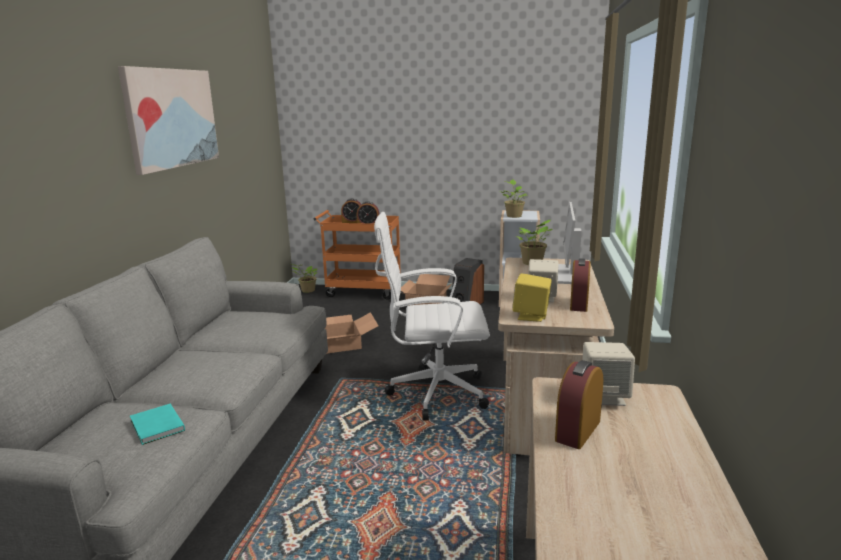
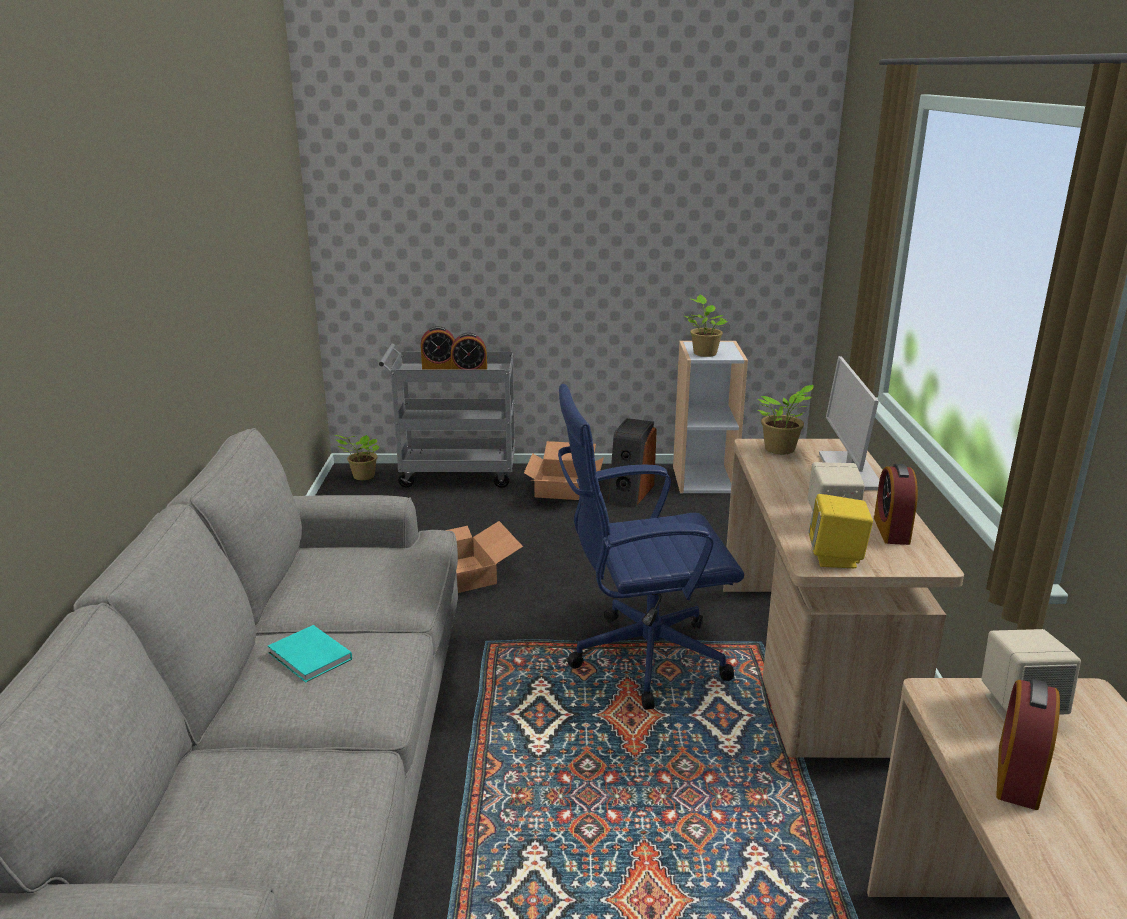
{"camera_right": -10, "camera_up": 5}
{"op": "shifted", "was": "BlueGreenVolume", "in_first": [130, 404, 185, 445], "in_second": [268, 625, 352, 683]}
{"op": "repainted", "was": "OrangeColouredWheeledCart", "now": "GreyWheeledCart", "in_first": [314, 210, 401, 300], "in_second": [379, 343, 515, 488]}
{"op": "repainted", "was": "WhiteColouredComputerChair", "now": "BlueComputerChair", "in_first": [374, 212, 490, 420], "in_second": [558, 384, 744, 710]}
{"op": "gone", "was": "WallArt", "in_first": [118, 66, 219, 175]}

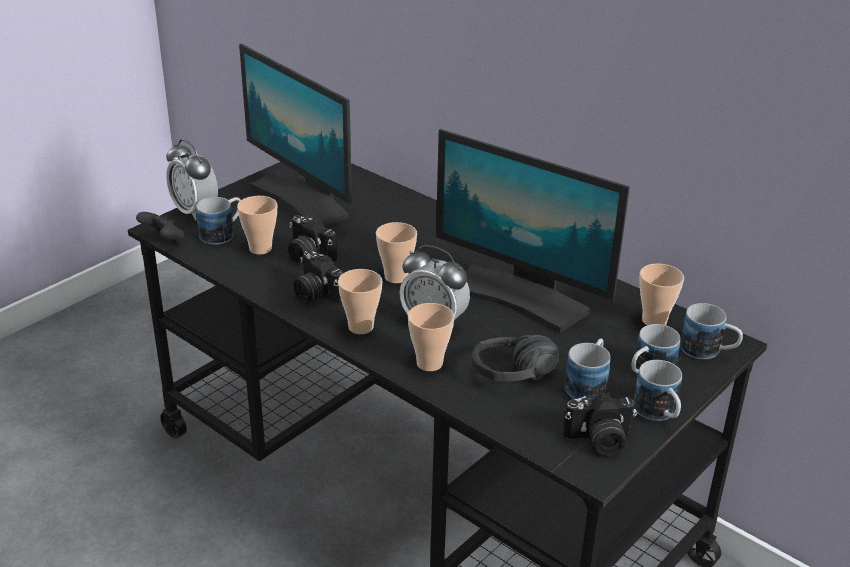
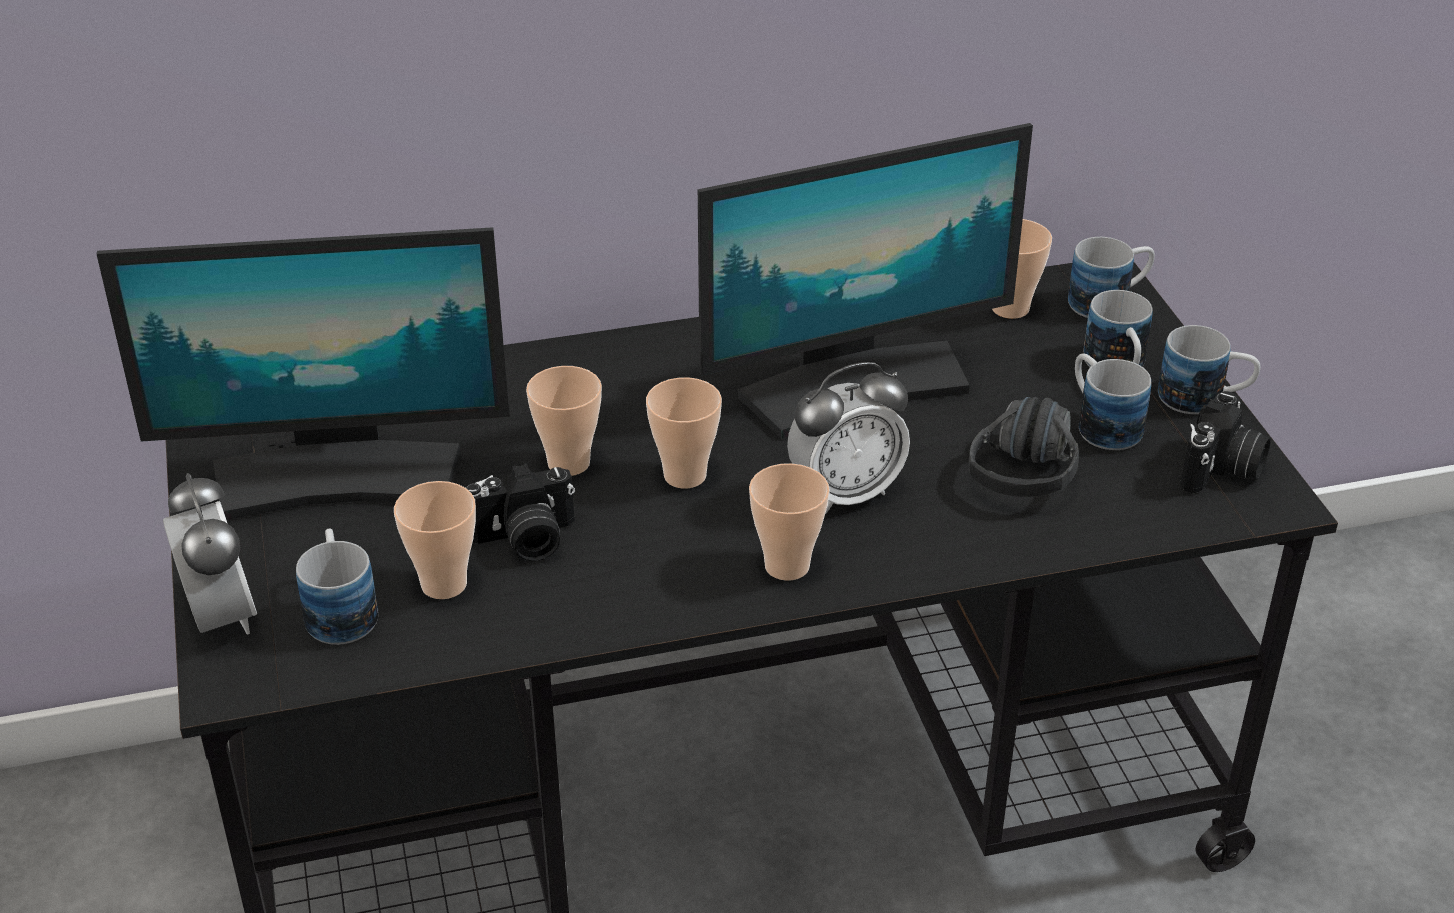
{"camera_right": -55, "camera_up": 5}
{"op": "rotated", "was": "TableClock", "in_first": [166, 139, 218, 221], "in_second": [163, 473, 257, 635], "clockwise": -105}
{"op": "shifted", "was": "SmallCup", "in_first": [408, 303, 454, 371], "in_second": [526, 366, 602, 476]}
{"op": "gone", "was": "BlackColouredJoypad", "in_first": [136, 212, 185, 245]}
{"op": "gone", "was": "StillCamera", "in_first": [294, 250, 343, 303]}

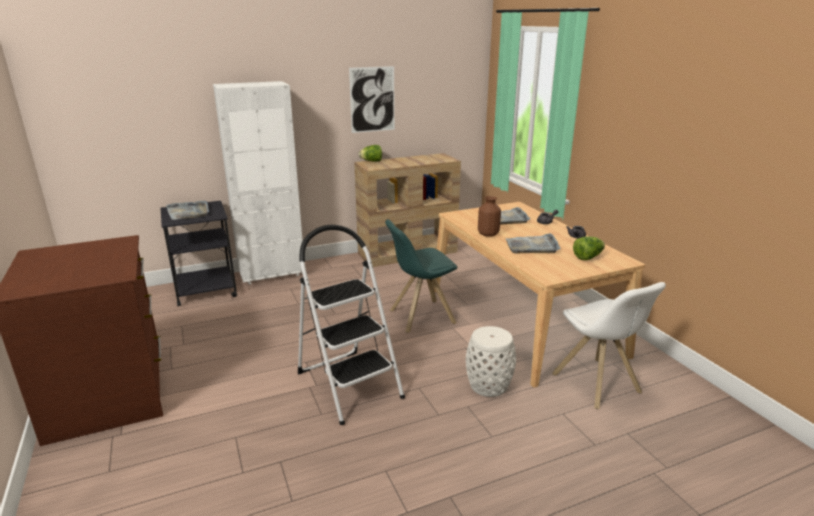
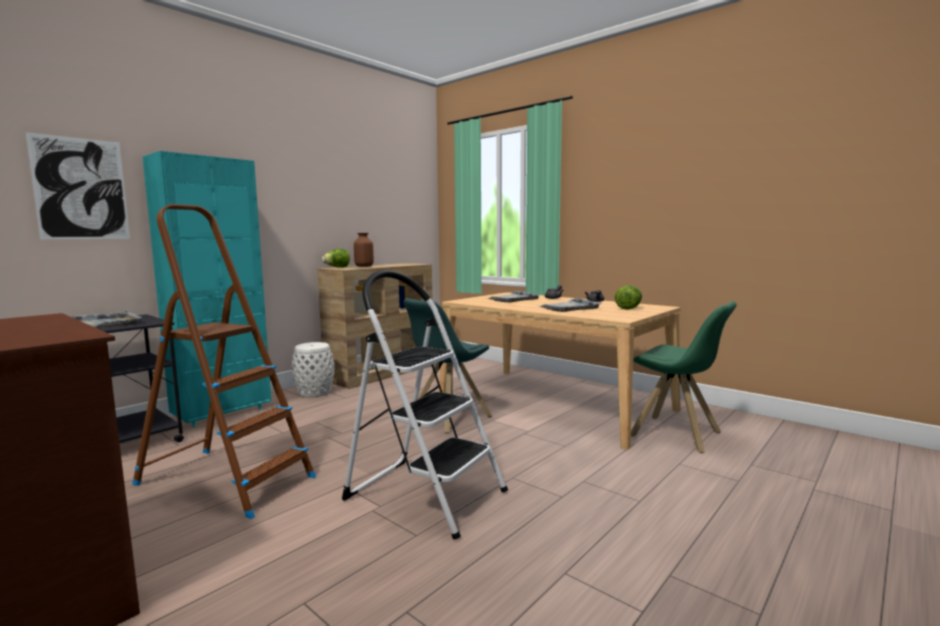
{"camera_right": -25, "camera_up": -15}
{"op": "shifted", "was": "WallArt", "in_first": [349, 66, 395, 133], "in_second": [26, 132, 130, 239]}
{"op": "new", "now": "BrownStepStool", "in_second": [132, 204, 316, 519]}
{"op": "repainted", "was": "WhiteColouredStorageCabinet", "now": "BlueGreenStorageCabinet", "in_first": [213, 81, 303, 284], "in_second": [142, 151, 271, 427]}
{"op": "shifted", "was": "WhiteColouredStool", "in_first": [466, 326, 516, 397], "in_second": [292, 342, 335, 397]}
{"op": "shifted", "was": "BrownDecorativeVase", "in_first": [478, 196, 501, 237], "in_second": [354, 233, 374, 267]}
{"op": "repainted", "was": "WhiteColouredUprightChair", "now": "GreenUprightChair", "in_first": [552, 282, 666, 409], "in_second": [631, 301, 737, 453]}

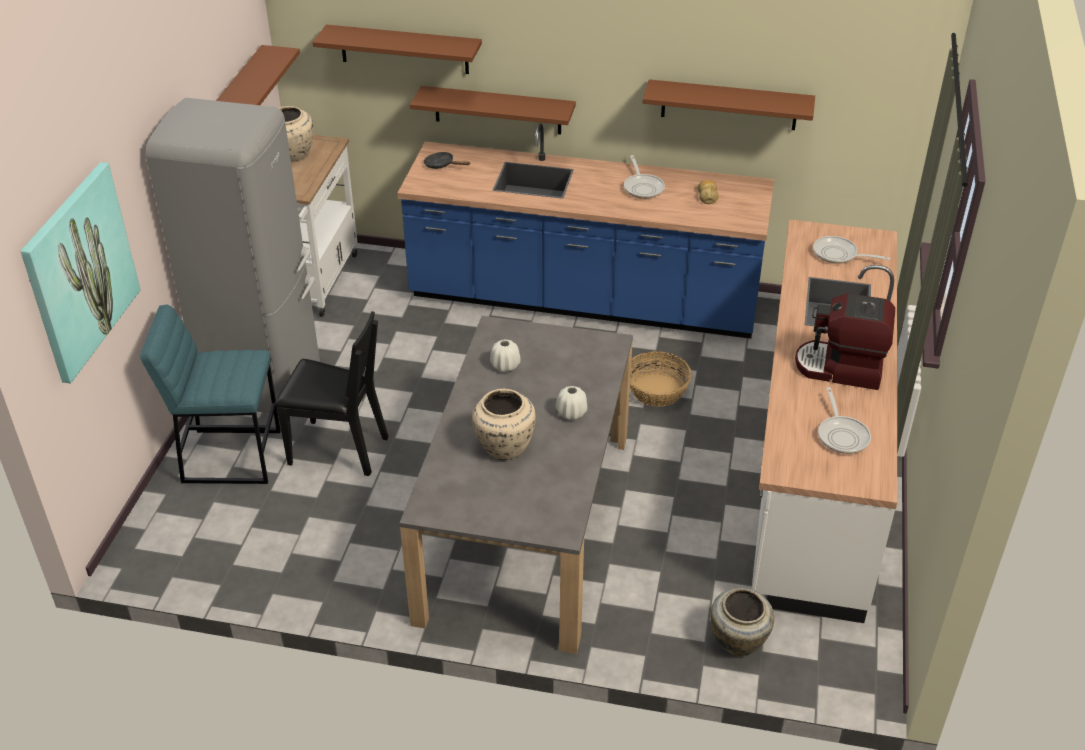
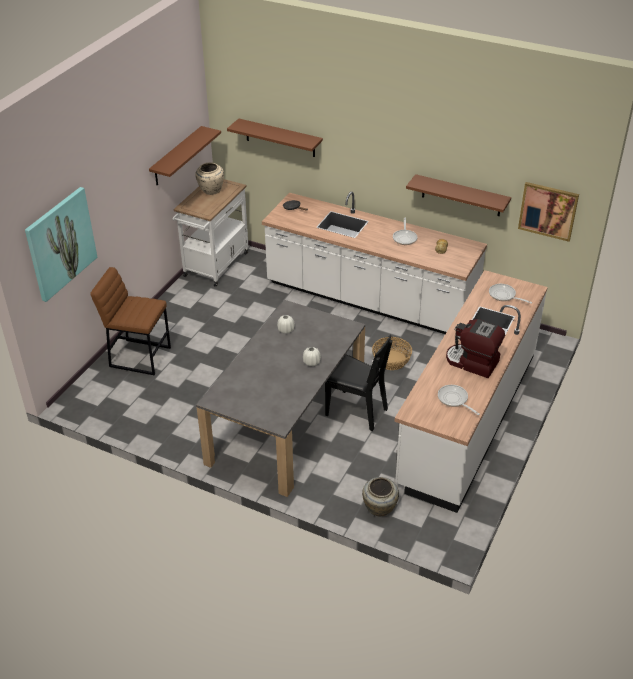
{"camera_right": 15, "camera_up": 0}
{"op": "repainted", "was": "BlueStool", "now": "BrownStool", "in_first": [140, 304, 281, 484], "in_second": [90, 267, 171, 375]}
{"op": "repainted", "was": "BlueCounter", "now": "WhiteColouredCounter", "in_first": [397, 124, 774, 339], "in_second": [262, 192, 487, 334]}
{"op": "shifted", "was": "BlackColouredUprightChair", "in_first": [274, 311, 389, 476], "in_second": [325, 335, 393, 431]}
{"op": "rotated", "was": "Skillet", "in_first": [818, 387, 871, 454], "in_second": [438, 385, 480, 415], "clockwise": 135}
{"op": "new", "now": "WallArt", "in_second": [518, 182, 579, 242]}
{"op": "gone", "was": "GreyKitchenFridge", "in_first": [146, 98, 320, 413]}
{"op": "gone", "was": "BrownBracketShelf", "in_first": [410, 86, 576, 134]}
{"op": "gone", "was": "BeigeColouredDecorativeVase", "in_first": [472, 389, 536, 460]}

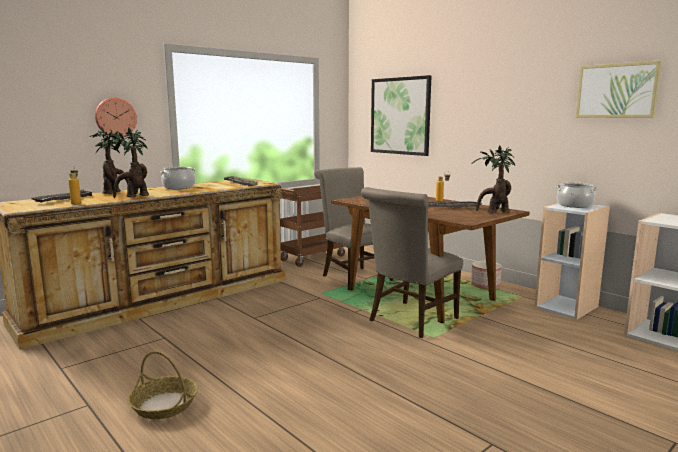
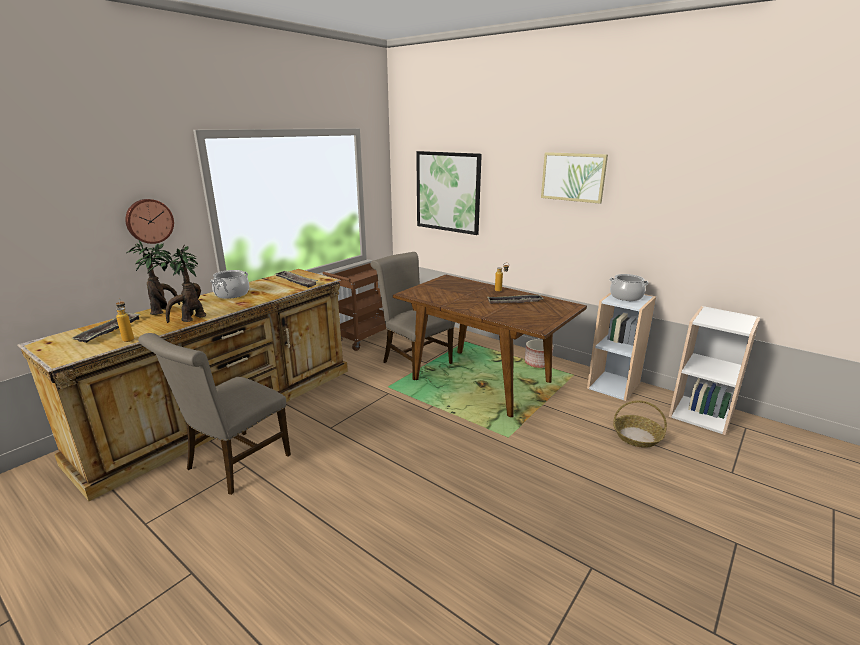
{"camera_right": -10, "camera_up": 10}
{"op": "shifted", "was": "BeigeColouredUprightChair", "in_first": [361, 187, 463, 338], "in_second": [138, 333, 291, 495]}
{"op": "shifted", "was": "WallArt", "in_first": [575, 61, 662, 118], "in_second": [541, 152, 608, 204]}
{"op": "shifted", "was": "HouseholdBasket", "in_first": [127, 351, 198, 419], "in_second": [613, 400, 667, 448]}
{"op": "gone", "was": "Houseplant", "in_first": [473, 145, 515, 212]}

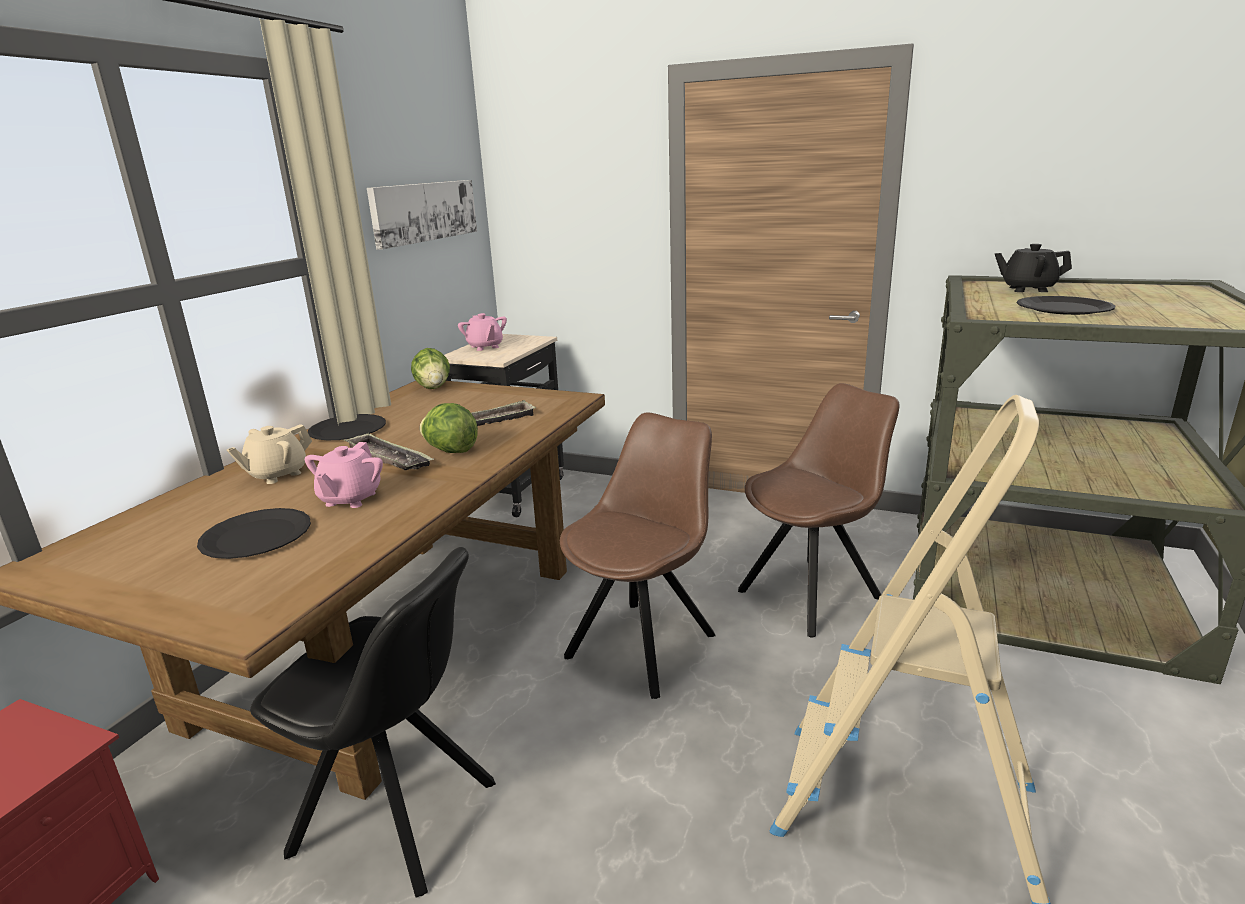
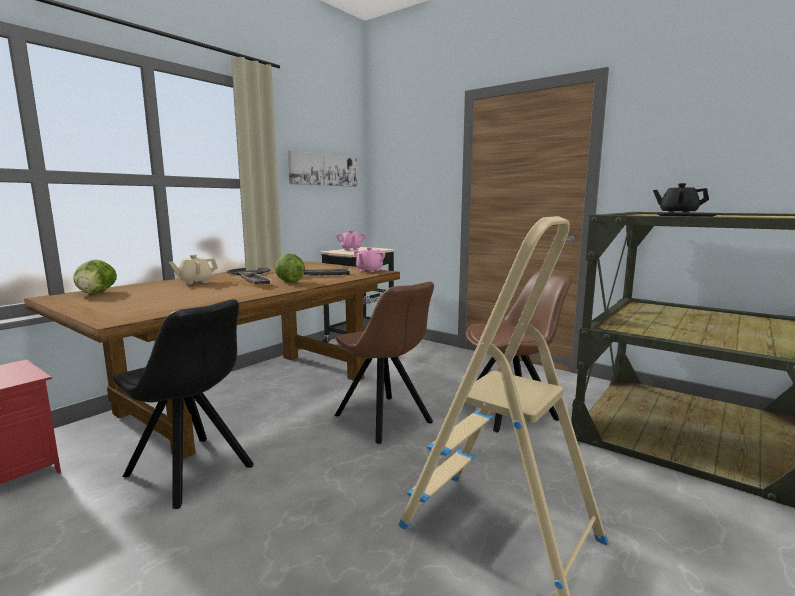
{"camera_right": 15, "camera_up": -10}
{"op": "shifted", "was": "HeadOfLettuce", "in_first": [411, 348, 450, 389], "in_second": [73, 259, 117, 294]}
{"op": "rotated", "was": "BrownUprightChair", "in_first": [560, 412, 716, 699], "in_second": [334, 282, 434, 444], "clockwise": 90}
{"op": "shifted", "was": "PinkishPotForTea", "in_first": [305, 442, 383, 508], "in_second": [354, 247, 385, 272]}
{"op": "gone", "was": "BlackColouredPlate", "in_first": [197, 508, 311, 559]}

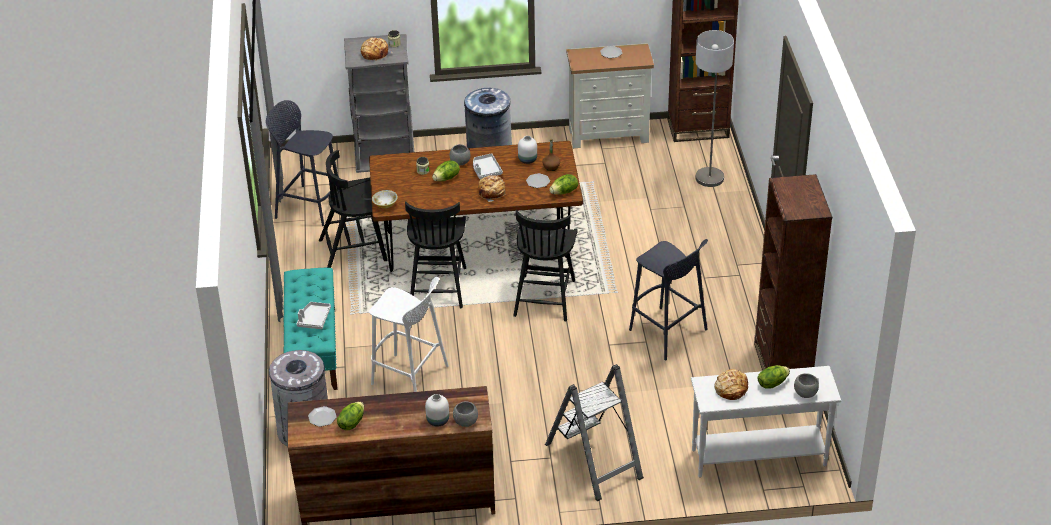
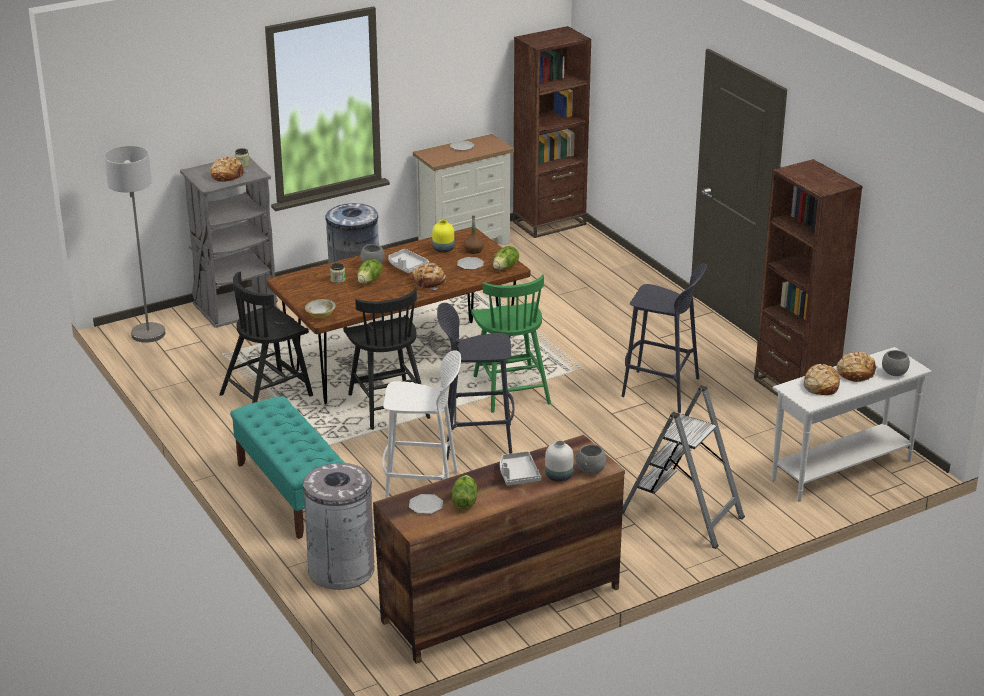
{"camera_right": -25, "camera_up": -10}
{"op": "shifted", "was": "GreyStandardLamp", "in_first": [695, 30, 734, 187], "in_second": [104, 146, 166, 343]}
{"op": "repainted", "was": "WhiteColouredDecorativeVase", "now": "YellowColouredDecorativeVase", "in_first": [518, 136, 537, 164], "in_second": [432, 220, 454, 253]}
{"op": "shifted", "was": "GreyStool", "in_first": [266, 100, 339, 226], "in_second": [437, 303, 514, 460]}
{"op": "repainted", "was": "BlackColouredUprightChair", "now": "GreenUprightChair", "in_first": [513, 210, 577, 322], "in_second": [471, 274, 551, 413]}
{"op": "shifted", "was": "GreyCarryingTray", "in_first": [297, 302, 331, 329], "in_second": [500, 451, 541, 485]}
{"op": "swapped", "was": "HeadOfLettuce", "now": "BakeryBread", "in_first": [758, 365, 790, 388], "in_second": [837, 352, 878, 382]}

